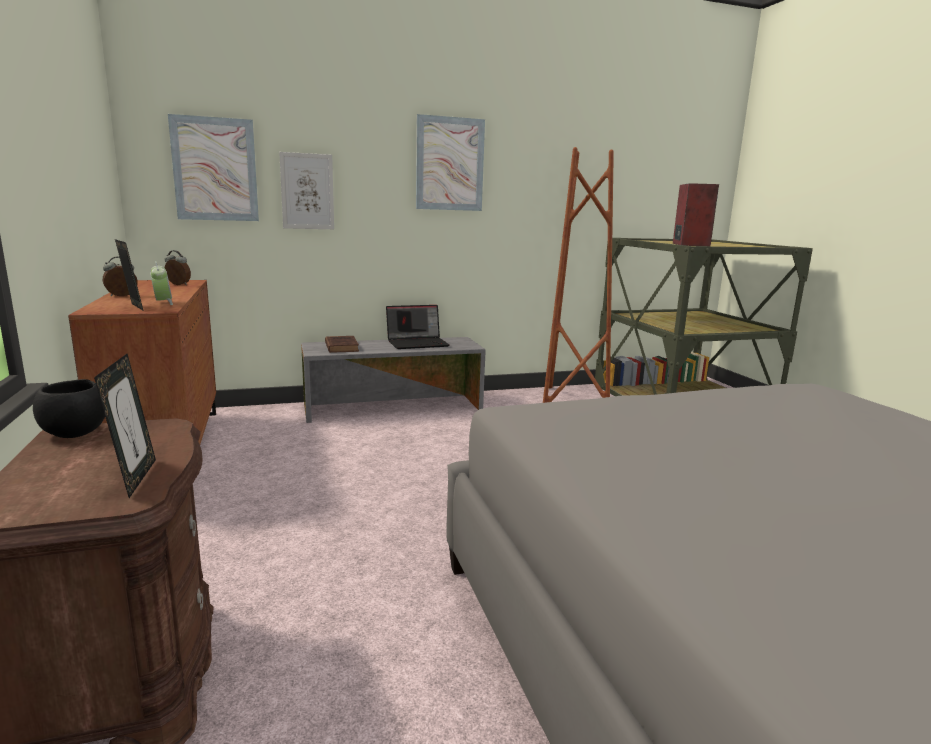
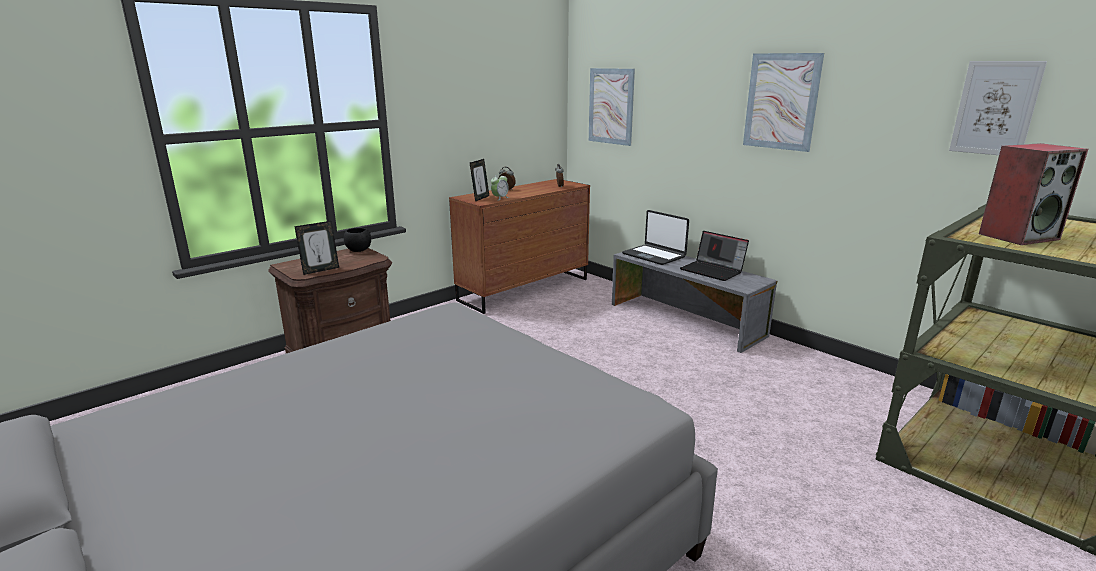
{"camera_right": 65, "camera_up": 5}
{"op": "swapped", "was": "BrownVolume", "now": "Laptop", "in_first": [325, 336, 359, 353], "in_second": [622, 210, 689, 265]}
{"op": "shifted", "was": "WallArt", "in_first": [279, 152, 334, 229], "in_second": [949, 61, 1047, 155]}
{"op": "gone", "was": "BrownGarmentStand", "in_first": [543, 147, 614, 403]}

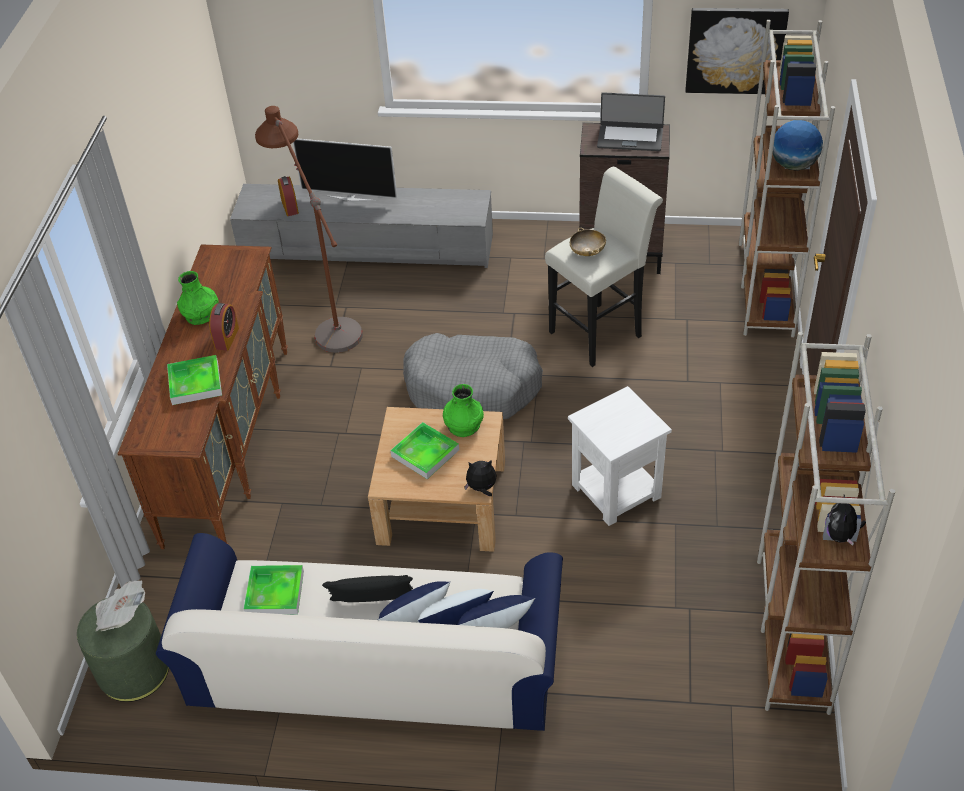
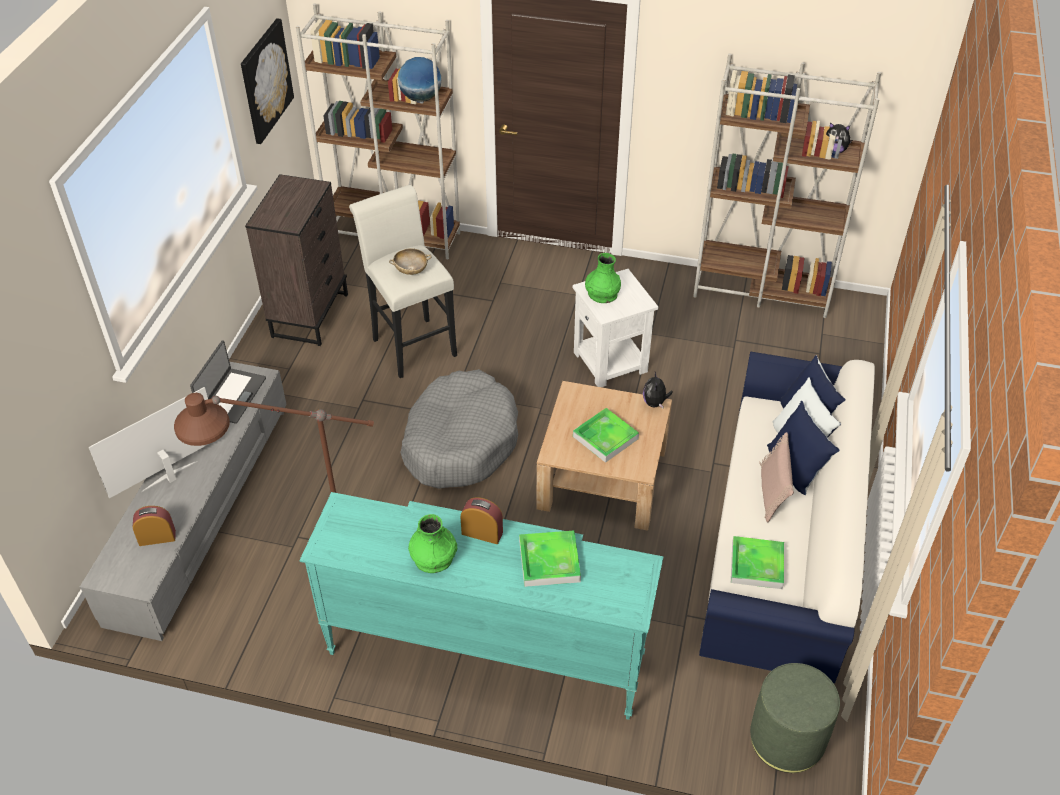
{"camera_right": -85, "camera_up": 0}
{"op": "rotated", "was": "TvSet", "in_first": [293, 139, 398, 201], "in_second": [88, 387, 208, 498], "clockwise": -150}
{"op": "shifted", "was": "Laptop", "in_first": [597, 92, 665, 151], "in_second": [190, 340, 266, 424]}
{"op": "repainted", "was": "BrownStorageCabinet", "now": "BlueGreenStorageCabinet", "in_first": [118, 245, 288, 549], "in_second": [299, 492, 664, 720]}
{"op": "shifted", "was": "GreenDecorativeVase", "in_first": [443, 384, 484, 437], "in_second": [585, 253, 621, 303]}
{"op": "repainted", "was": "BlackColouredCushion", "now": "BeigeColouredCushion", "in_first": [322, 575, 413, 602], "in_second": [759, 432, 794, 523]}
{"op": "gone", "was": "PrintedPaper", "in_first": [96, 581, 145, 631]}

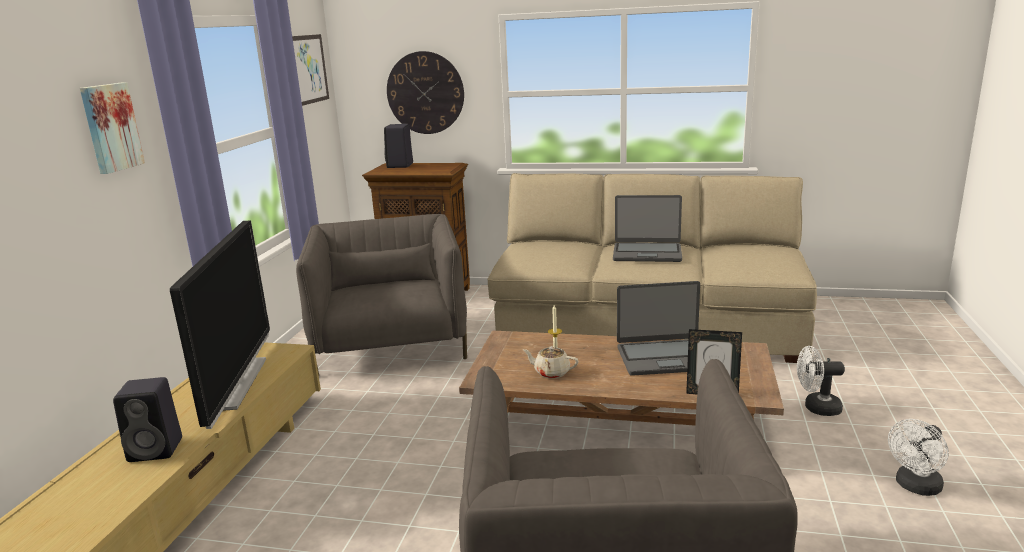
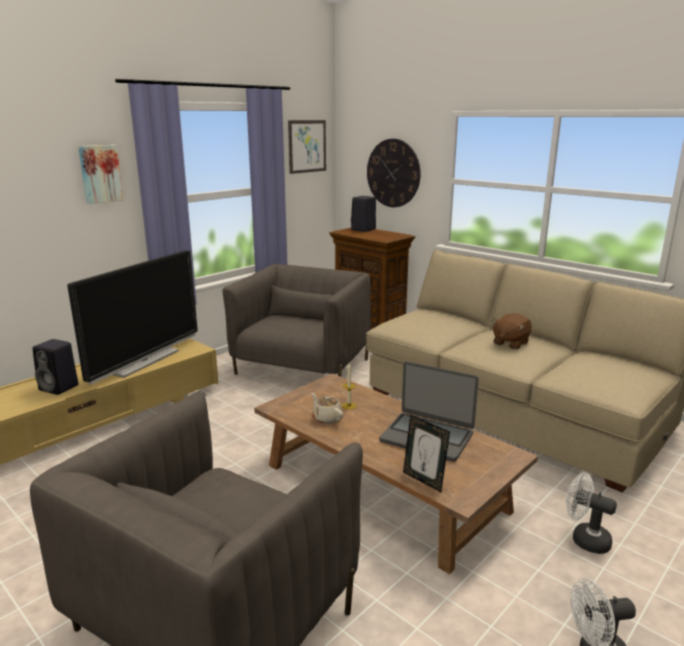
{"camera_right": 30, "camera_up": 0}
{"op": "swapped", "was": "Laptop", "now": "BrownCuddlyToy", "in_first": [613, 195, 682, 262], "in_second": [492, 313, 532, 349]}

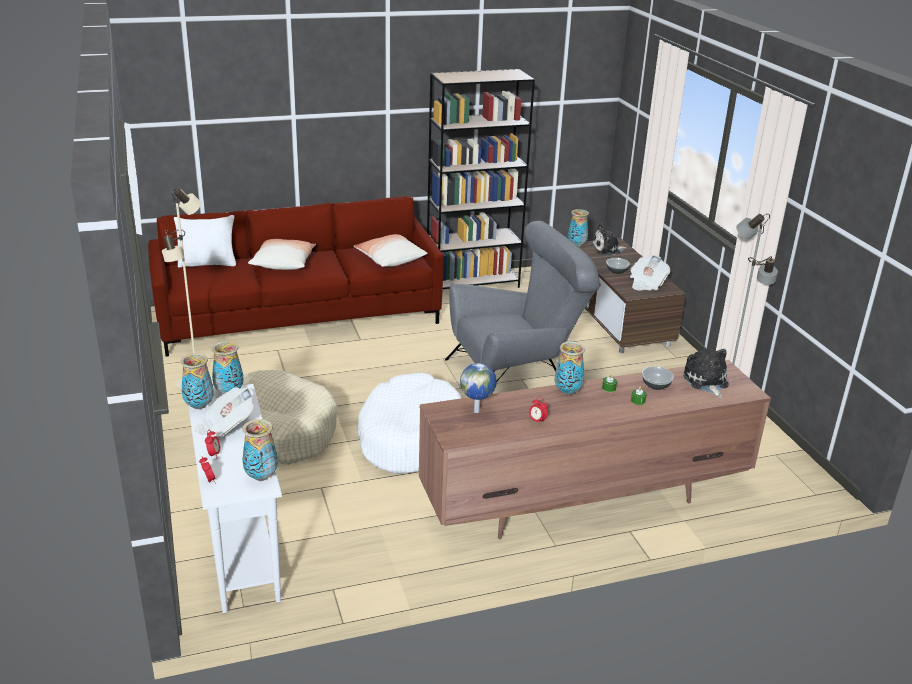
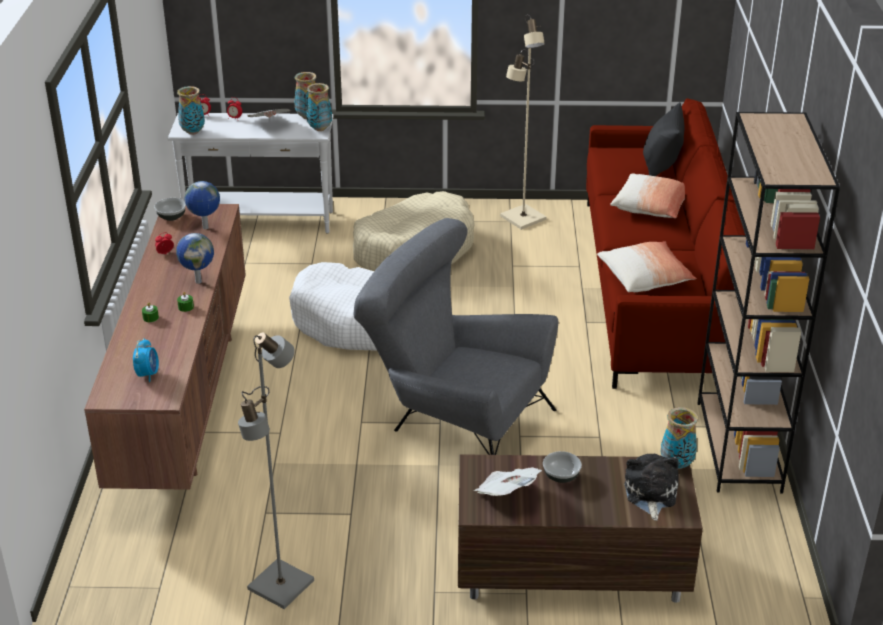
{"camera_right": 110, "camera_up": 5}
{"op": "swapped", "was": "CuddlyToy", "now": "TableClock", "in_first": [683, 349, 729, 398], "in_second": [133, 338, 159, 382]}
{"op": "shifted", "was": "ServingBowl", "in_first": [642, 367, 674, 390], "in_second": [154, 198, 186, 221]}
{"op": "swapped", "was": "DecorativeVase", "now": "WorldGlobe", "in_first": [555, 342, 585, 395], "in_second": [176, 233, 214, 284]}
{"op": "rotated", "was": "GreyLoungeChair", "in_first": [445, 221, 600, 381], "in_second": [354, 218, 558, 455], "clockwise": 120}
{"op": "repainted", "was": "WhiteColouredCushion", "now": "BlackColouredCushion", "in_first": [174, 215, 236, 267], "in_second": [643, 102, 684, 176]}

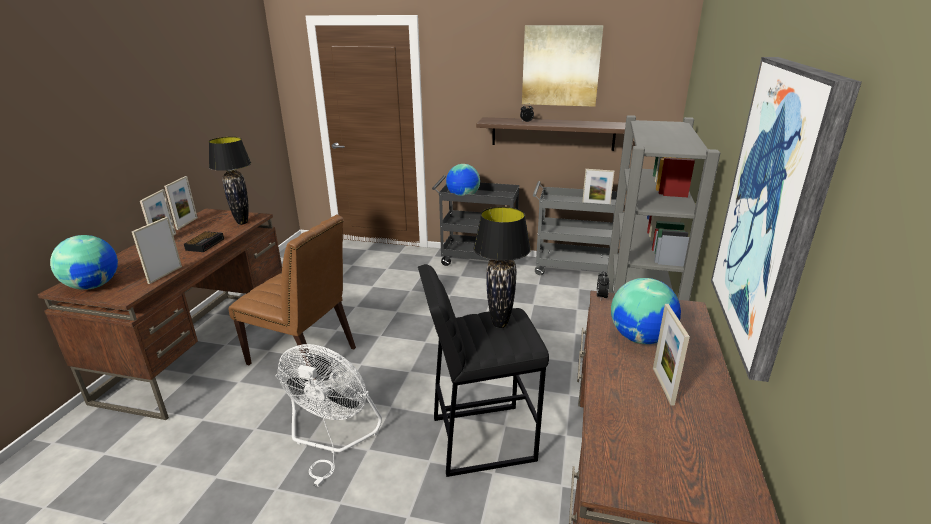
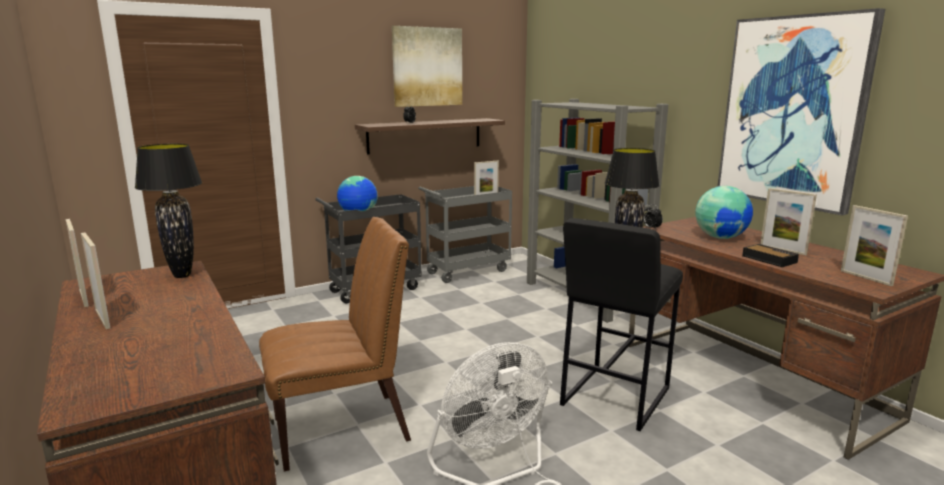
{"camera_right": -45, "camera_up": -10}
{"op": "shifted", "was": "TableClock", "in_first": [184, 231, 224, 252], "in_second": [742, 244, 799, 267]}
{"op": "shifted", "was": "PhotoFrame", "in_first": [132, 217, 182, 284], "in_second": [841, 205, 908, 286]}
{"op": "gone", "was": "WorldGlobe", "in_first": [50, 235, 118, 290]}

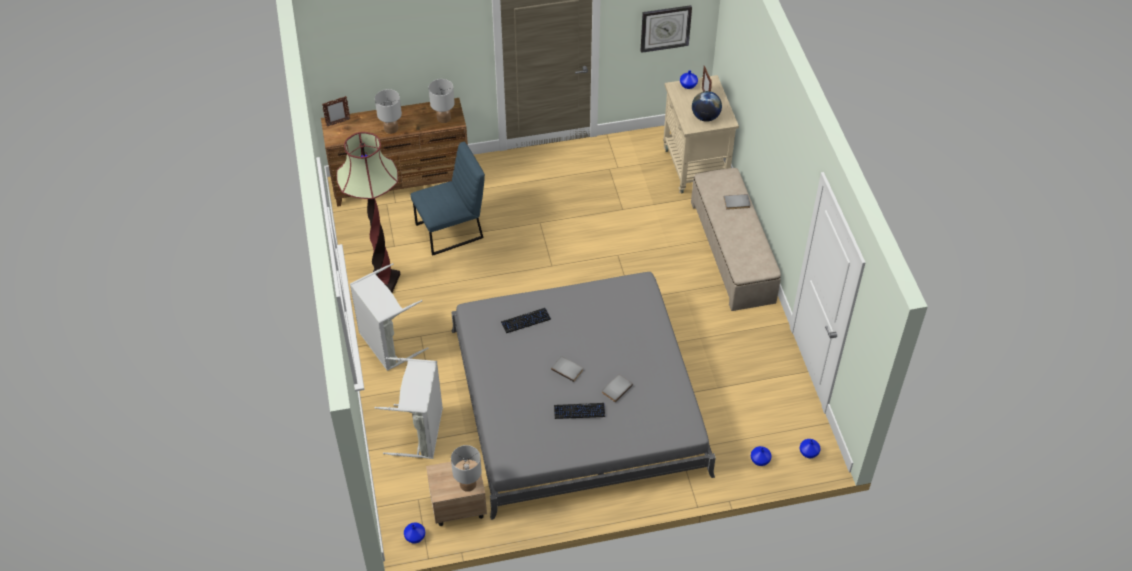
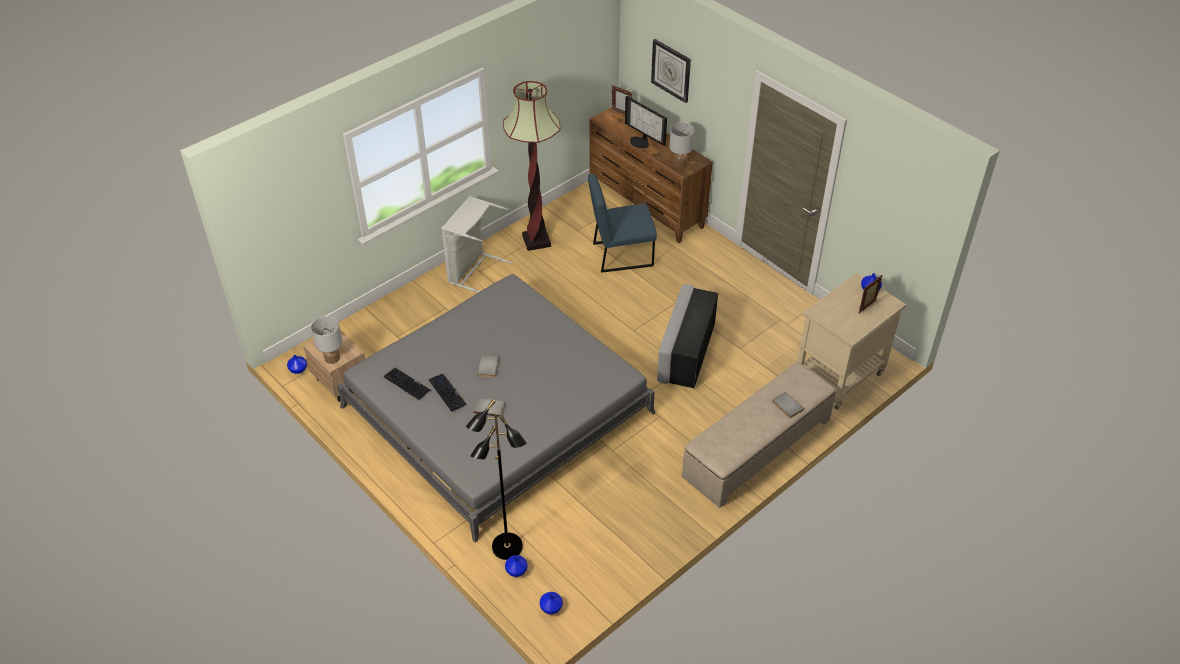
{"camera_right": 60, "camera_up": -5}
{"op": "shifted", "was": "Keyboard", "in_first": [501, 308, 551, 333], "in_second": [384, 368, 431, 400]}
{"op": "new", "now": "BlackColouredStandardLamp", "in_second": [466, 399, 526, 560]}
{"op": "rotated", "was": "BlueUprightChair", "in_first": [410, 142, 485, 256], "in_second": [588, 173, 657, 273], "clockwise": 135}
{"op": "swapped", "was": "GreyLampForATable", "now": "Monitor", "in_first": [375, 89, 402, 134], "in_second": [625, 96, 667, 148]}
{"op": "shifted", "was": "WallClock", "in_first": [641, 5, 692, 53], "in_second": [651, 39, 691, 103]}
{"op": "new", "now": "GreyPouffe", "in_second": [657, 284, 718, 388]}
{"op": "gone", "was": "GreyHamper", "in_first": [375, 357, 443, 459]}
{"op": "gone", "was": "WorldGlobe", "in_first": [692, 91, 722, 122]}

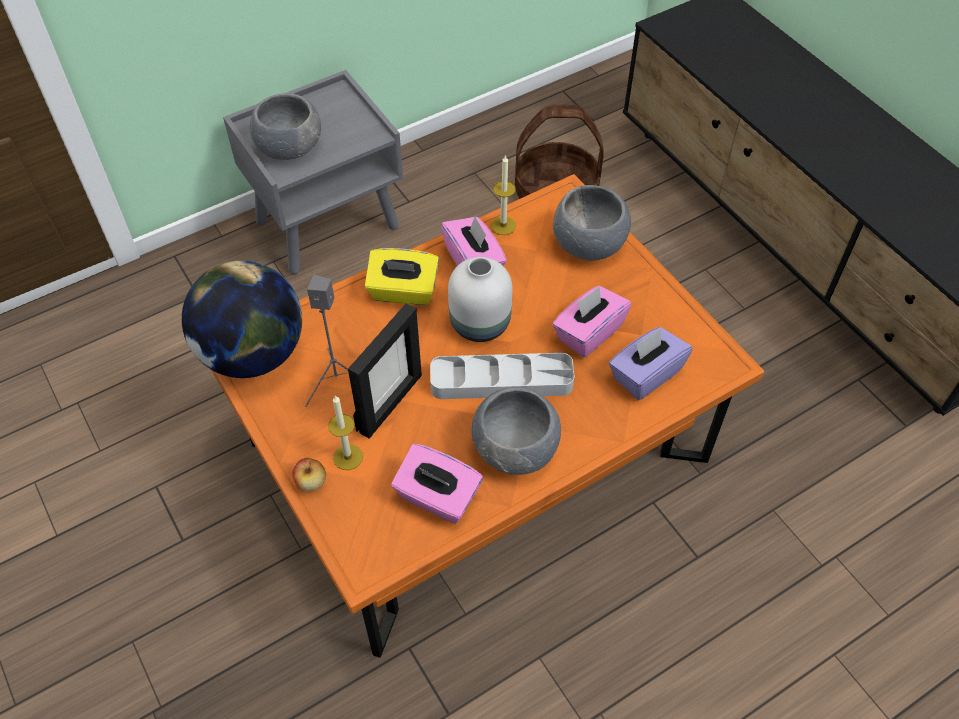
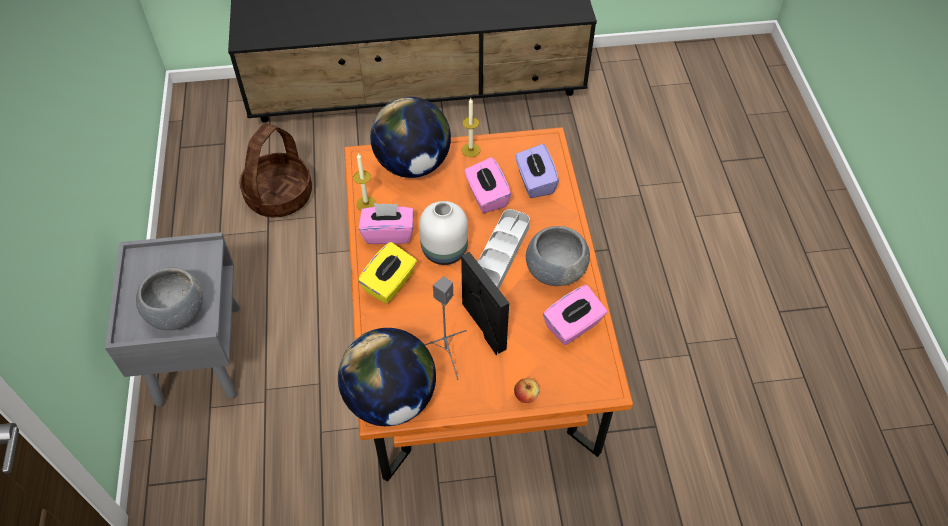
{"camera_right": -65, "camera_up": 0}
{"op": "swapped", "was": "GreyServingBowl", "now": "WorldGlobe", "in_first": [553, 185, 631, 260], "in_second": [370, 97, 451, 178]}
{"op": "shifted", "was": "Candle", "in_first": [328, 396, 363, 470], "in_second": [461, 98, 480, 157]}

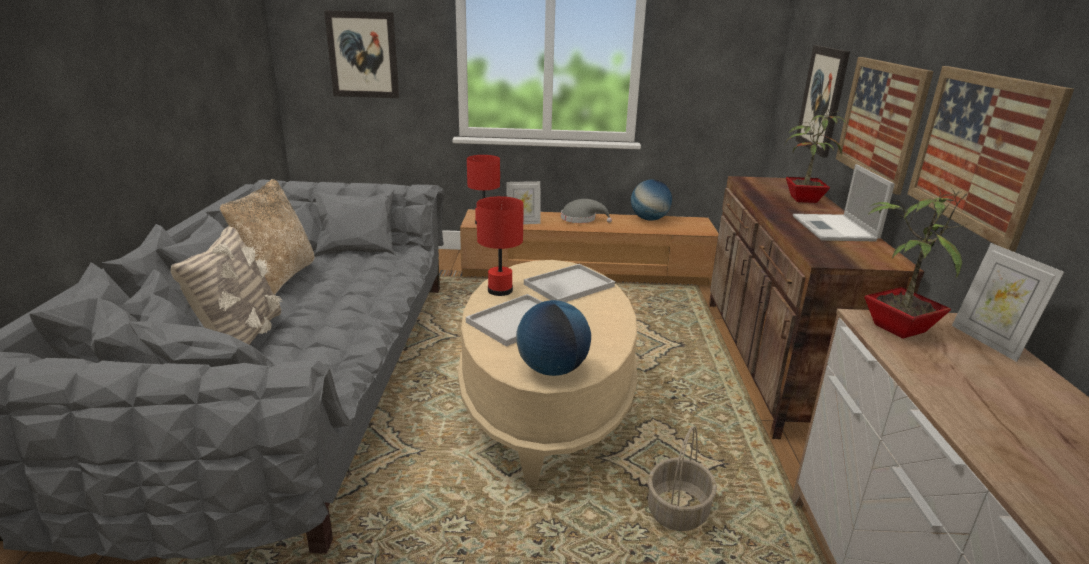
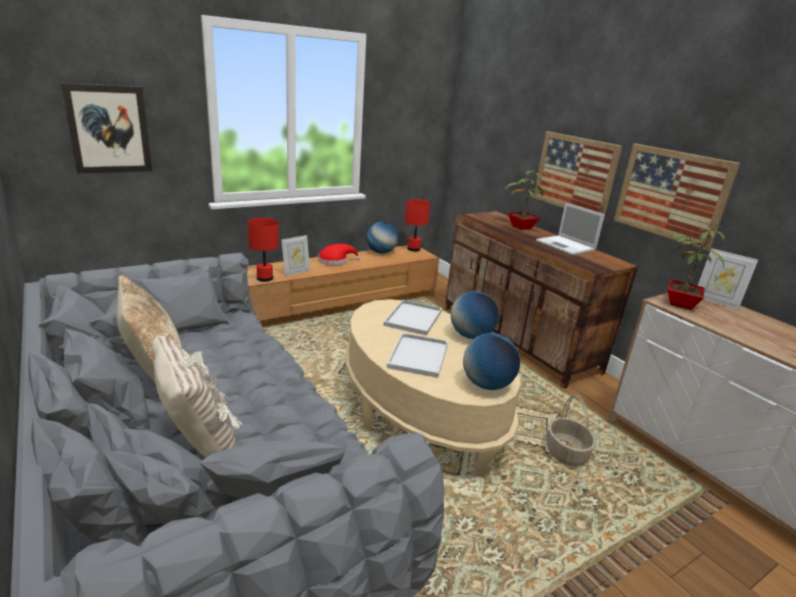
{"camera_right": -35, "camera_up": 0}
{"op": "repainted", "was": "GreyClothingHat", "now": "RedClothingHat", "in_first": [561, 199, 612, 223], "in_second": [318, 244, 360, 265]}
{"op": "shifted", "was": "RedLampForATable", "in_first": [477, 196, 523, 296], "in_second": [405, 199, 430, 251]}
{"op": "new", "now": "WorldGlobe", "in_second": [451, 291, 499, 339]}
{"op": "gone", "was": "WallArt", "in_first": [795, 45, 850, 158]}

